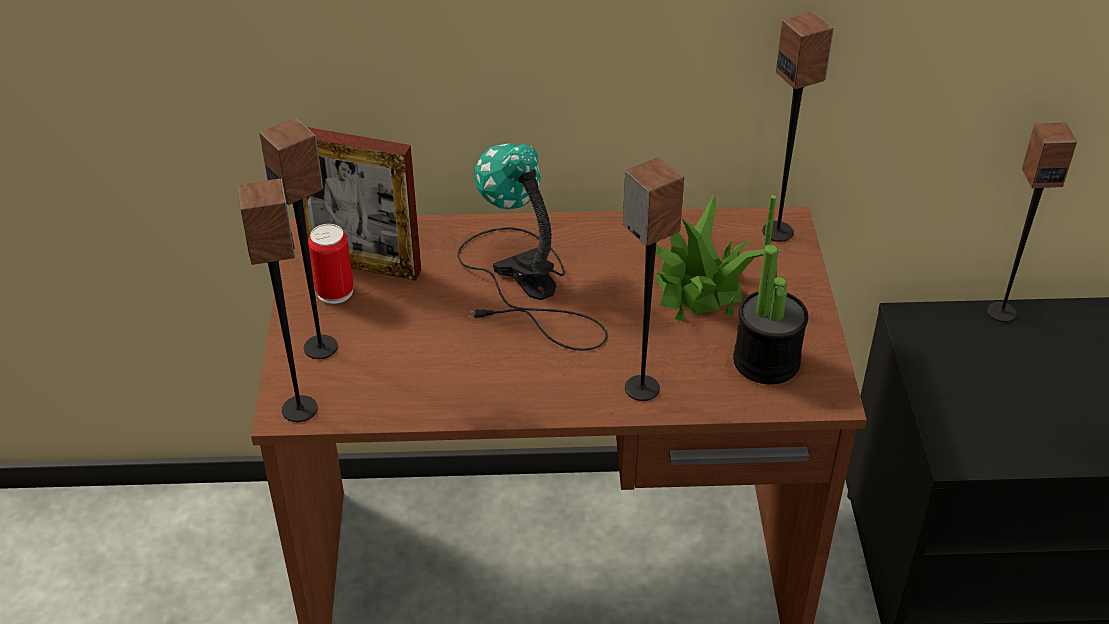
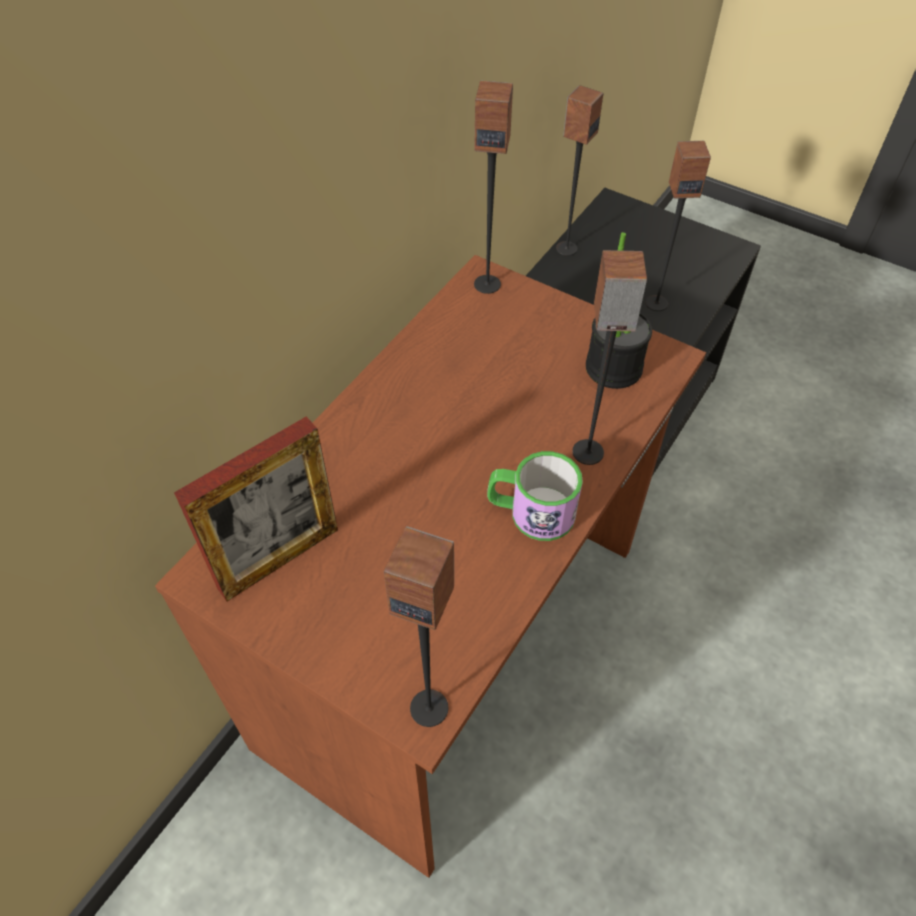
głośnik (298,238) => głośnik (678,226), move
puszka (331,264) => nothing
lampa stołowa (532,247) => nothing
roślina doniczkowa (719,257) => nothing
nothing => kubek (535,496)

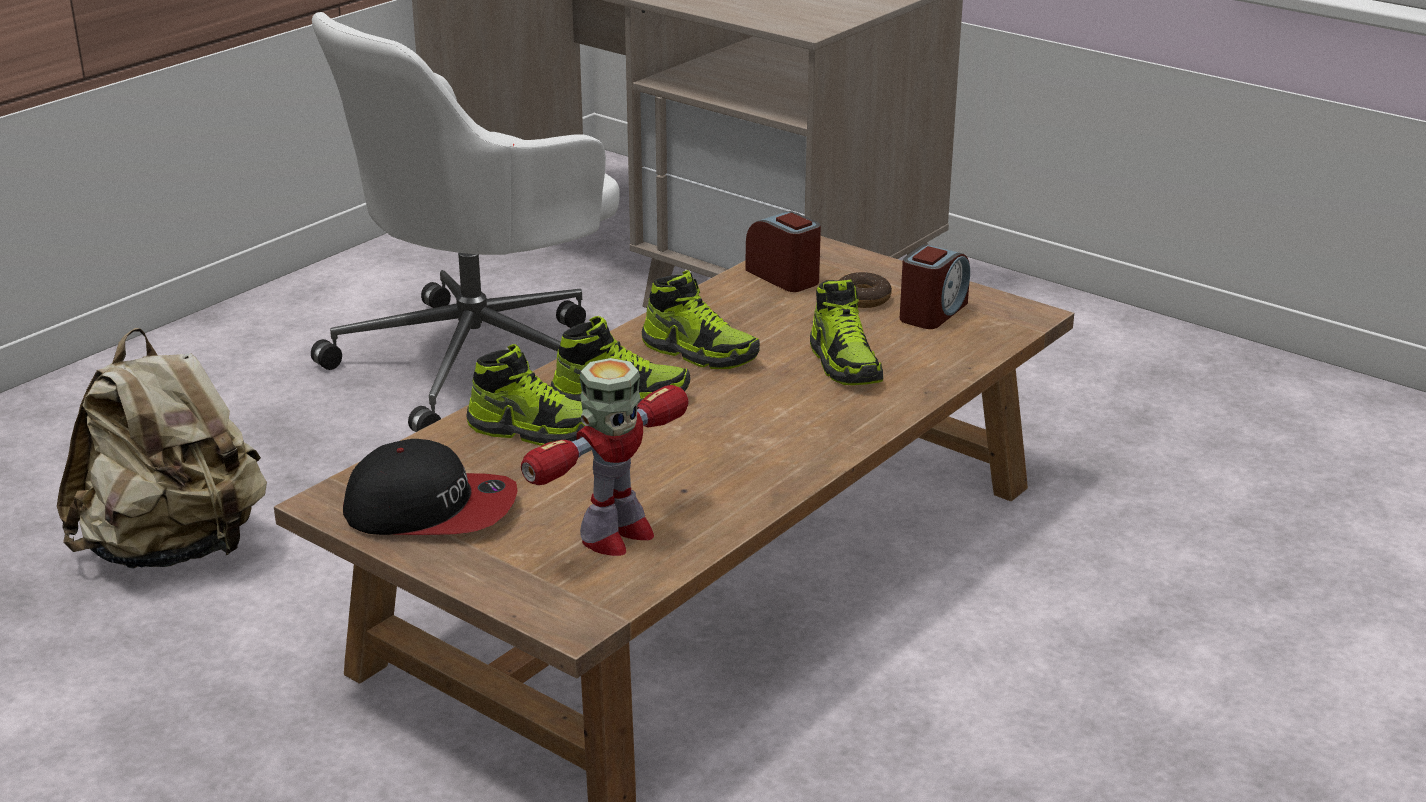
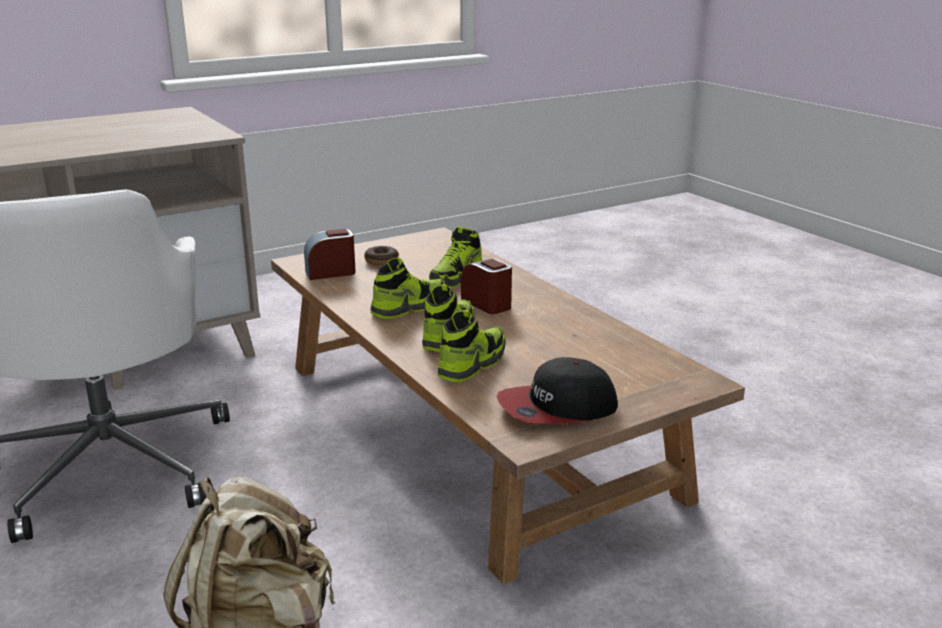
czapka z daszkiem (430,487) => czapka z daszkiem (557,390), 135 degrees counterclockwise
robot zabawkowy (604,457) => nothing
but (846,332) => but (455,257), 120 degrees clockwise
budzik (935,286) => budzik (486,286), move

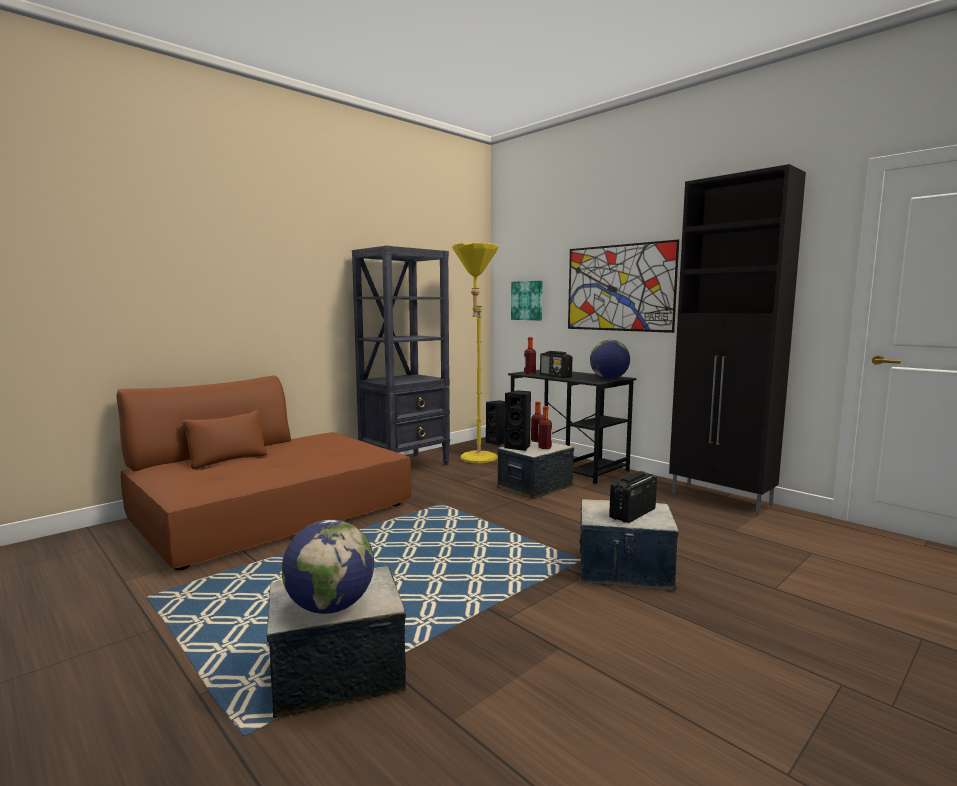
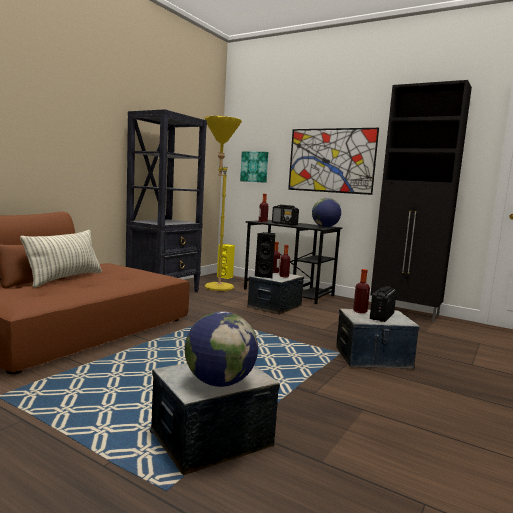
głośnik (czarny) (495,423) => głośnik (żółty) (226,261)
nothing => poduszka (61,259)
nothing => butelka (361,291)

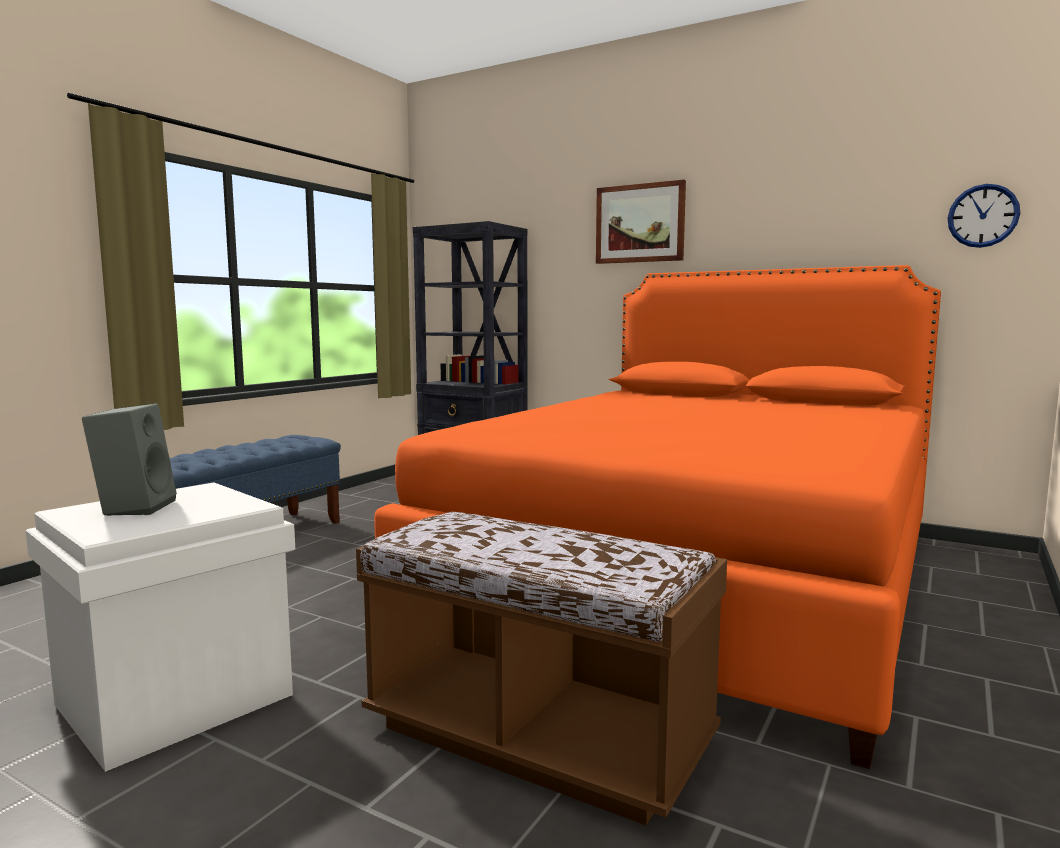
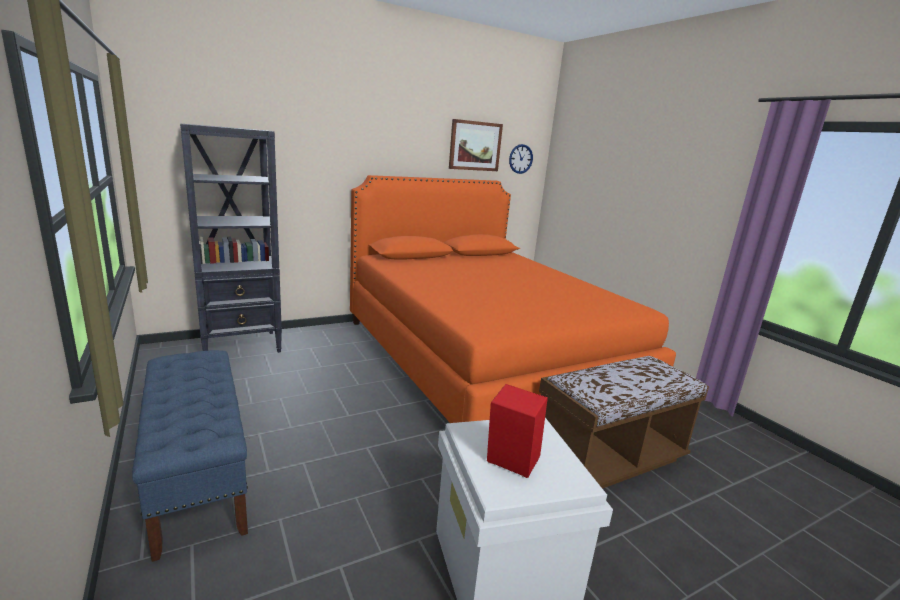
głośnik (szary) (129,460) => głośnik (czerwony) (517,431)
obraz (641,222) => obraz (476,145), move

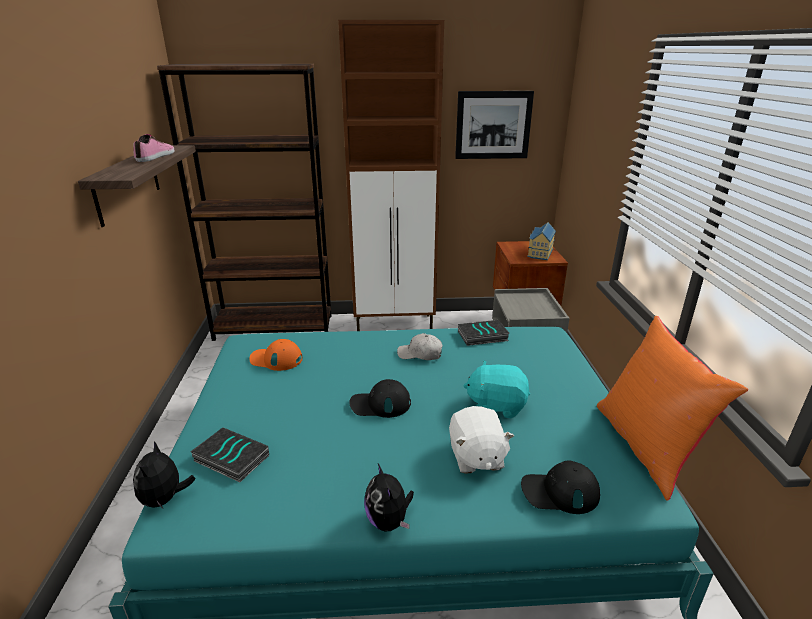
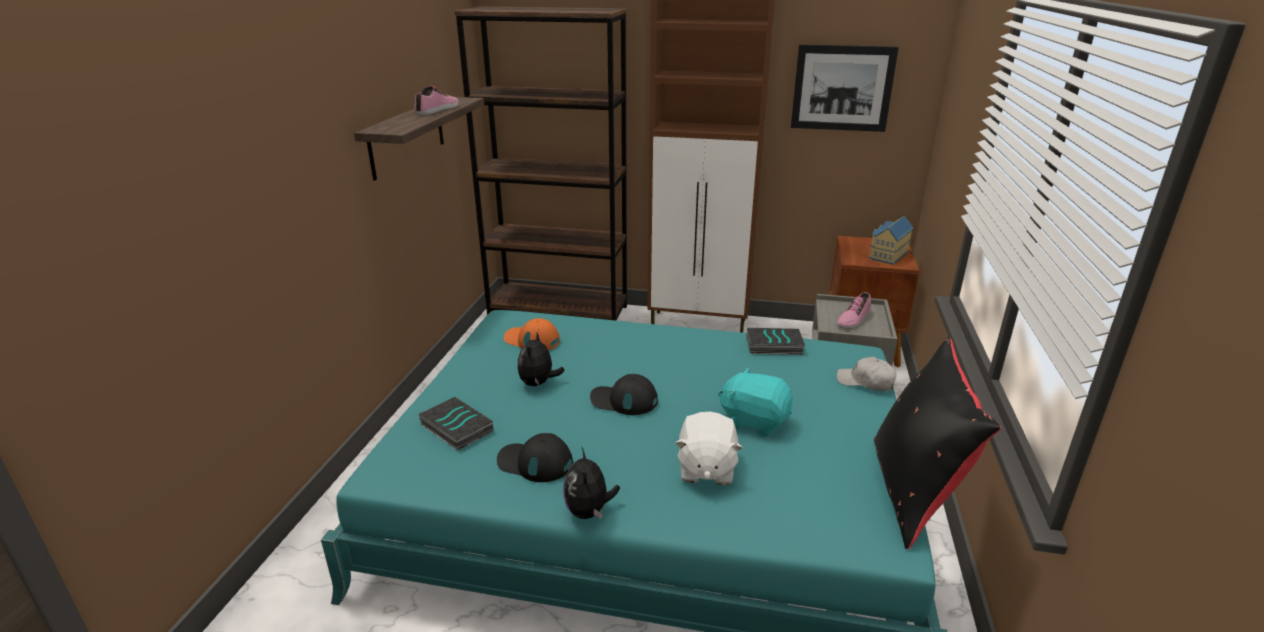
pluszak (164,474) => pluszak (541,359), move
czapka z daszkiem (biały) (419,346) => czapka z daszkiem (biały) (867,374), move
czapka z daszkiem (czarny) (560,487) => czapka z daszkiem (czarny) (535,457), move
poduszka (pomarańczowy) (672,408) => poduszka (czarny) (937,443)
nothing => but (853,310)

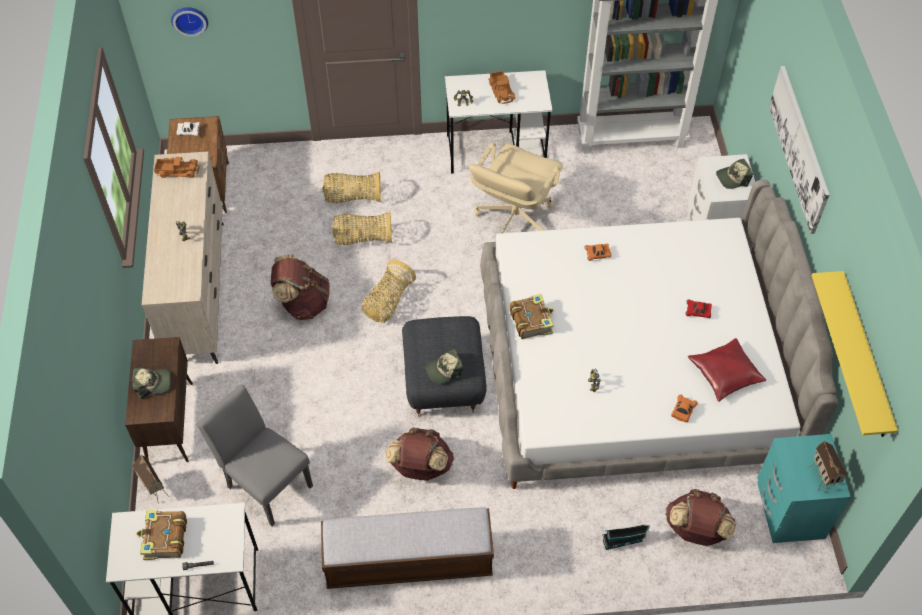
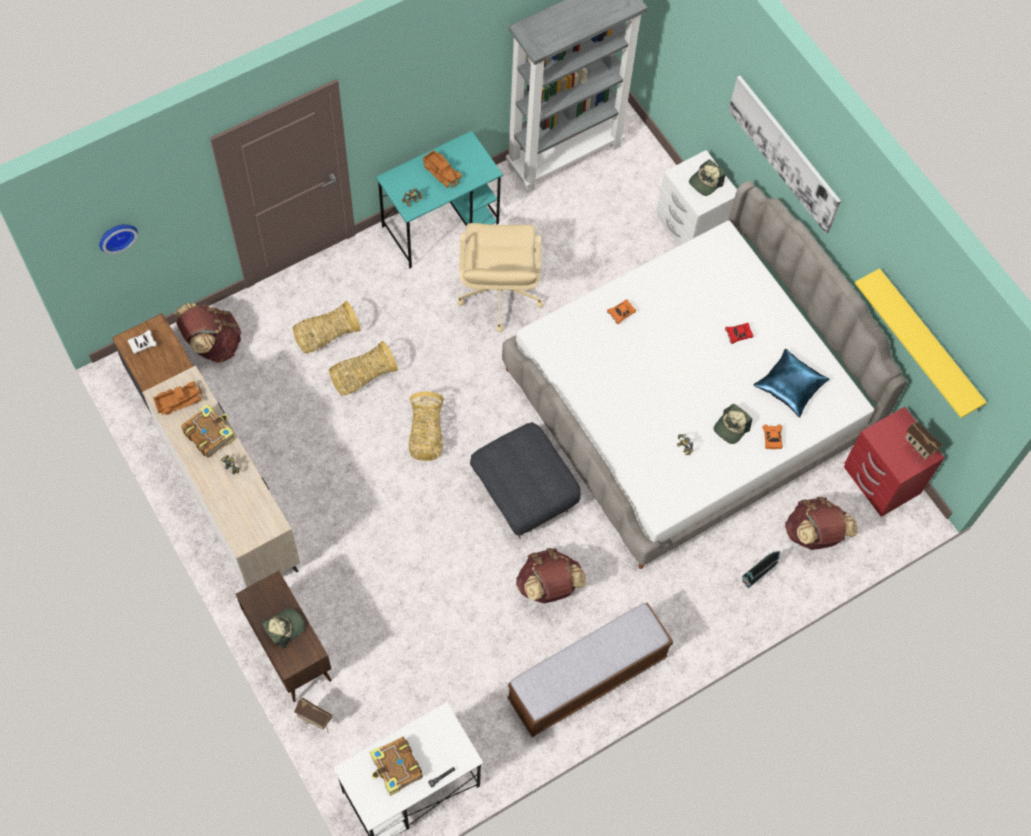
krzesło (szary) (255,455) => nothing
plecak (brązowy) (300,287) => plecak (brązowy) (207,333), move
czapka z daszkiem (444,366) => czapka z daszkiem (733,424), move
biurko (biały) (499,122) => biurko (turkusowy) (439,200)
książka (532,316) => książka (208,431), move
poduszka (czerwony) (727,370) => poduszka (niebieski) (791,383)
szafka nocna (turkusowy) (804,488) => szafka nocna (czerwony) (894,462)

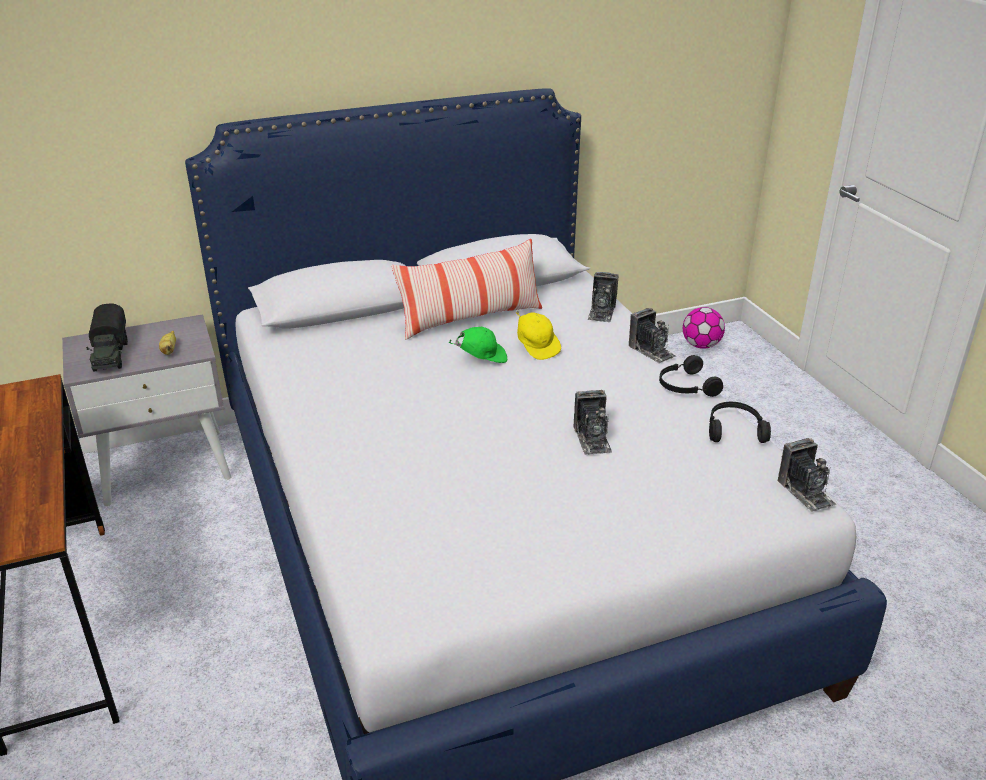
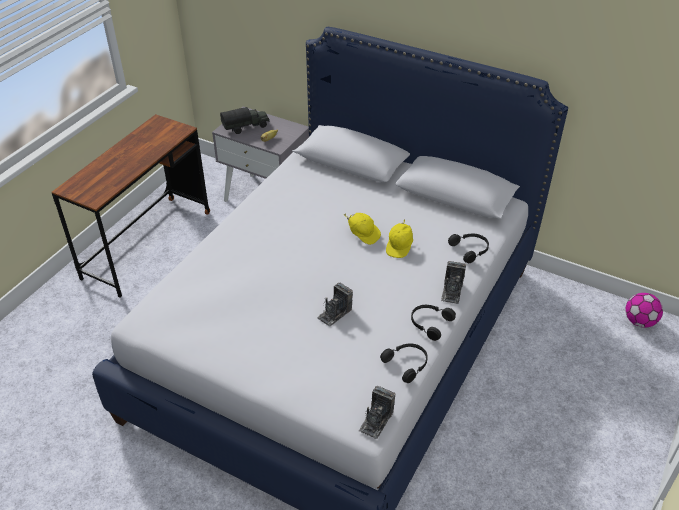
ciężarówka zabawkowa (107,337) => ciężarówka zabawkowa (244,120), 150 degrees counterclockwise
poduszka (466,289) => nothing
czapka z daszkiem (zielony) (477,345) => czapka z daszkiem (żółty) (362,229)
aparat fotograficzny (603,297) => słuchawki (czarny) (468,248)

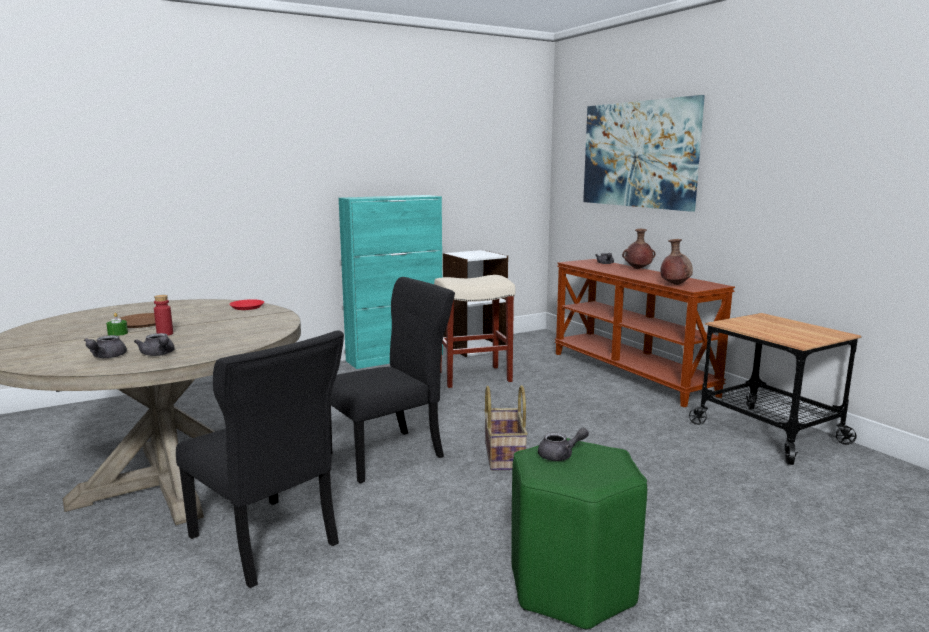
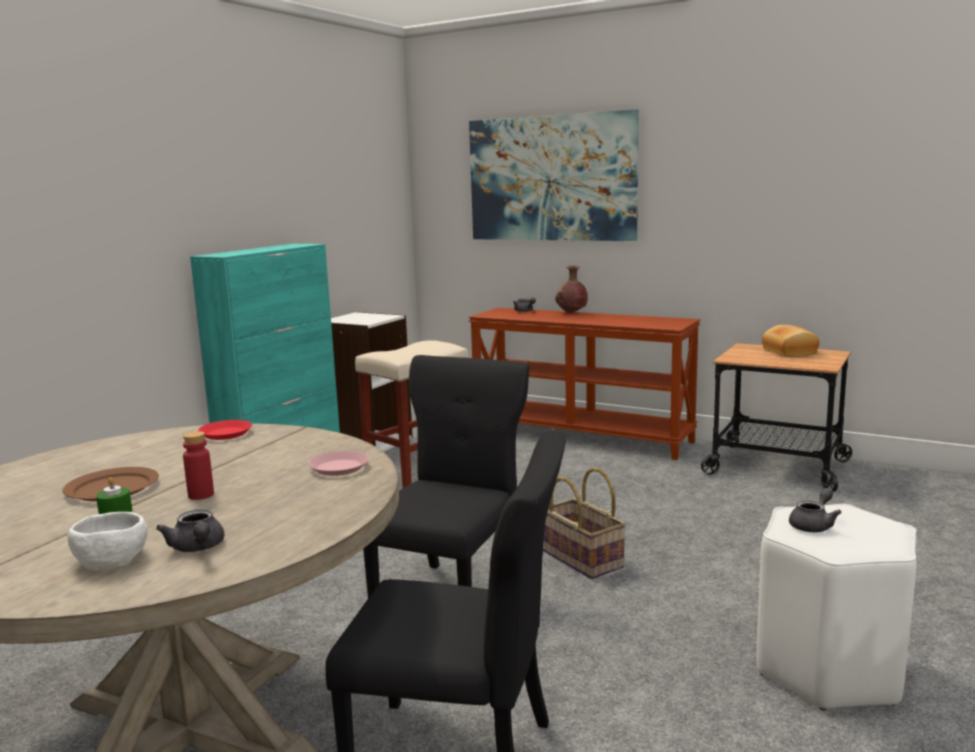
imbryk (szary) (154,344) => nothing
stołek (zielony) (579,534) => stołek (biały) (837,607)
wazon (brązowy) (676,262) => nothing
nothing => miska (biały) (107,541)
nothing => talerz (różowy) (338,463)
nothing => chleb (791,341)

